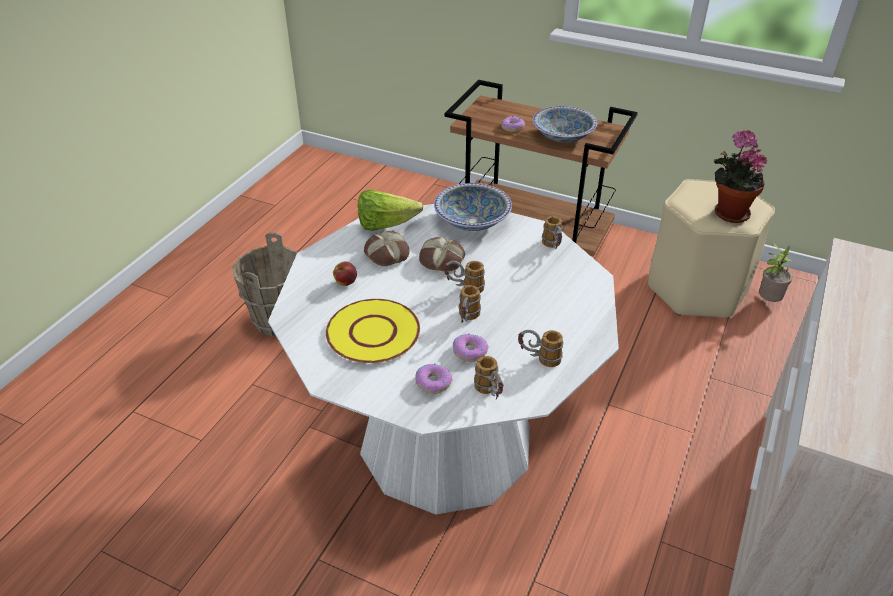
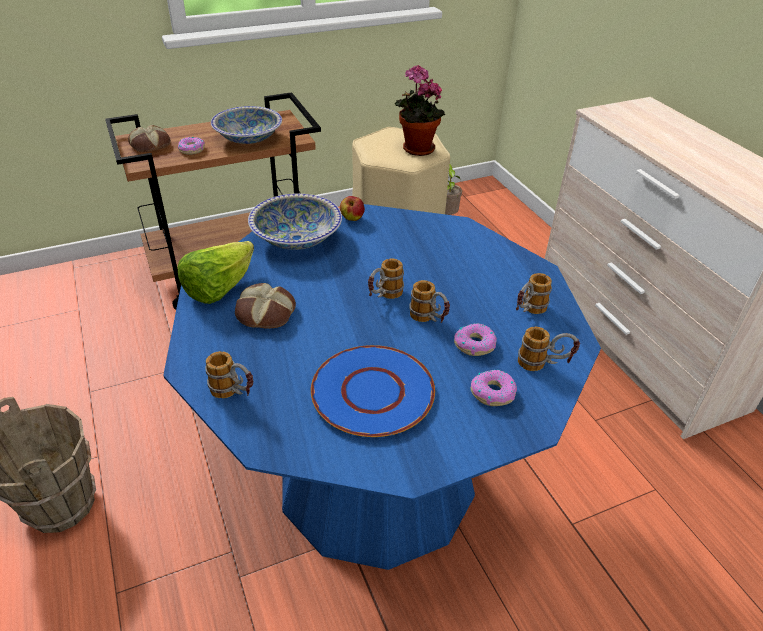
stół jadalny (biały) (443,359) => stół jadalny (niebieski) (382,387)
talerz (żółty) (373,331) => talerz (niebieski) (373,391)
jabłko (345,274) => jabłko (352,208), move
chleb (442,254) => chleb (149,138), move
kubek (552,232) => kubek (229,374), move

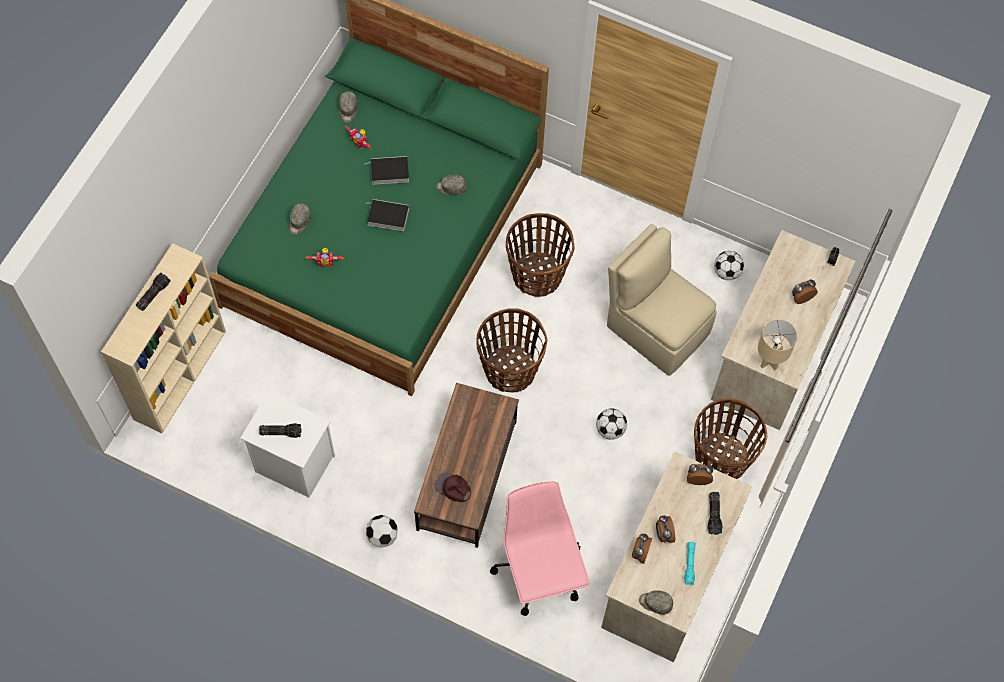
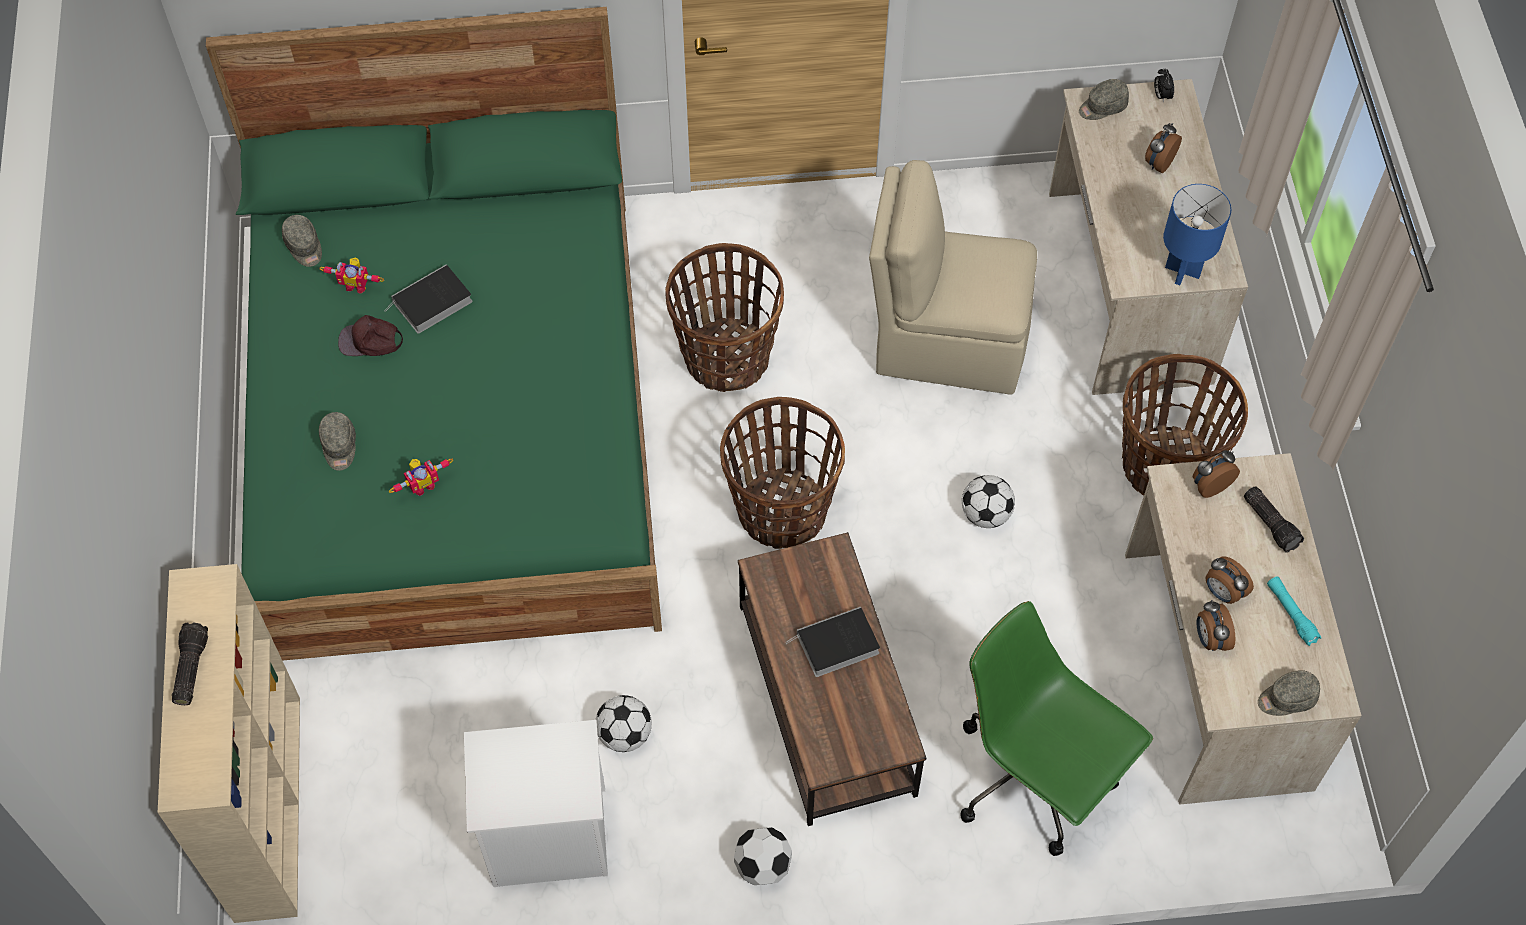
latarka (280,430) => nothing
książka (387,215) => książka (832,642), move
czapka z daszkiem (brązowy) (453,487) => czapka z daszkiem (brązowy) (370,335), move
czapka z daszkiem (szary) (451,185) => czapka z daszkiem (szary) (1104,99), move
krzesło biurowe (różowy) (540,548) => krzesło biurowe (zielony) (1057,728)
piłka futbolowa (729,265) => piłka futbolowa (624,723), move
lampa stołowa (beżowy) (777,344) => lampa stołowa (niebieski) (1197,234)

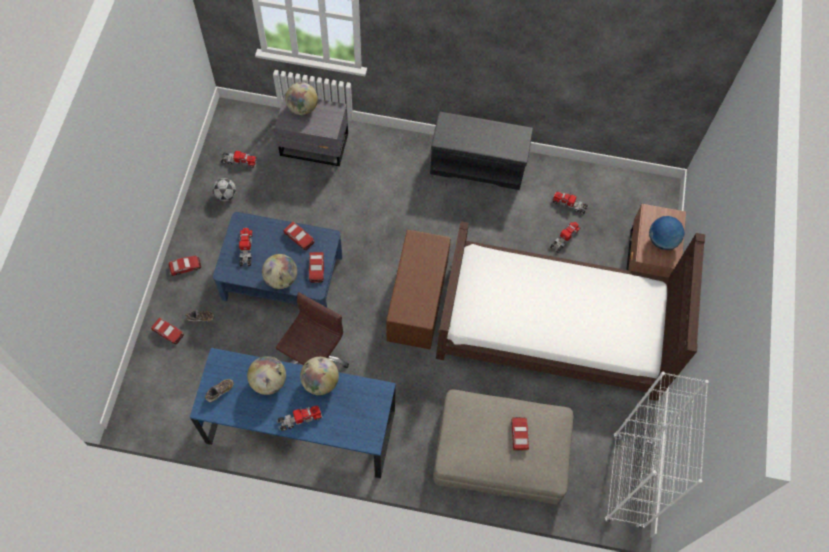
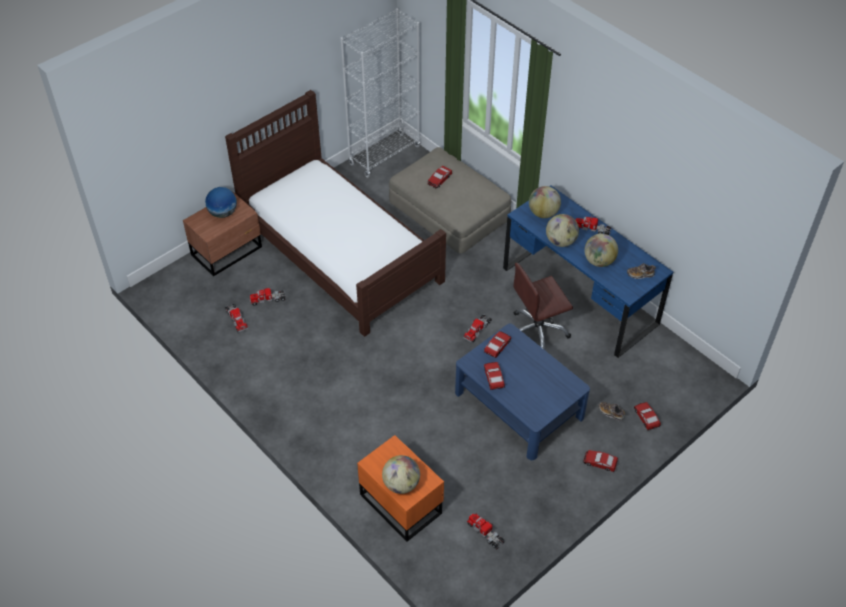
piłka futbolowa (224,189) => nothing
ciężarówka zabawkowa (246,247) => ciężarówka zabawkowa (477,329), move
globus (279,271) => globus (545,202), move
szafka nocna (szary) (311,129) => szafka nocna (pomarańczowy) (400,488)
ławka (brązowy) (418,290) => nothing
ławka (szary) (481,151) => nothing

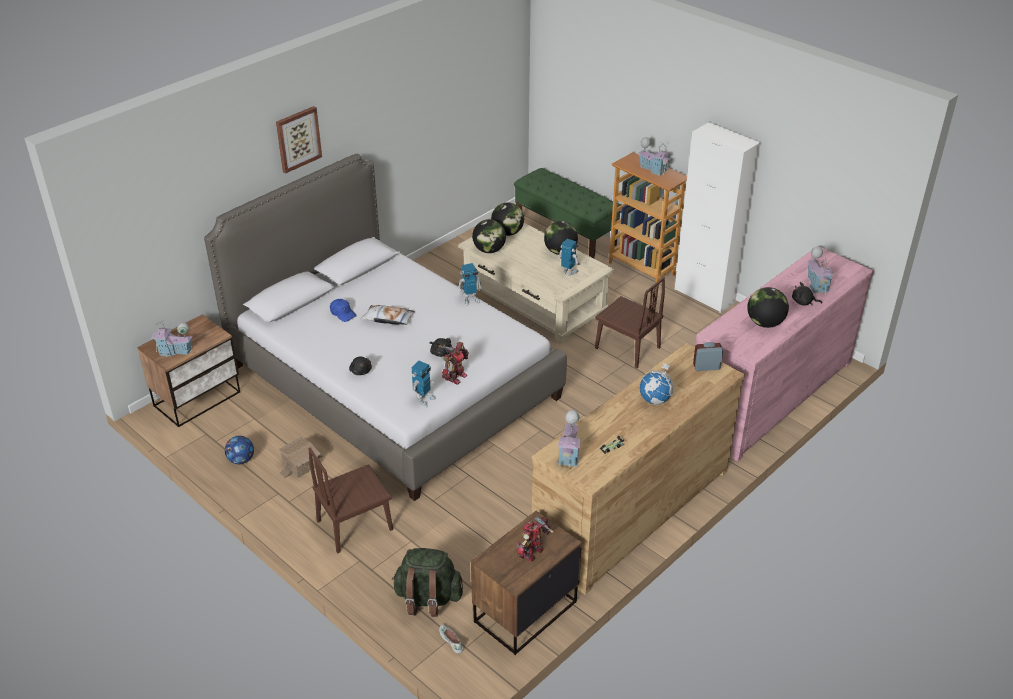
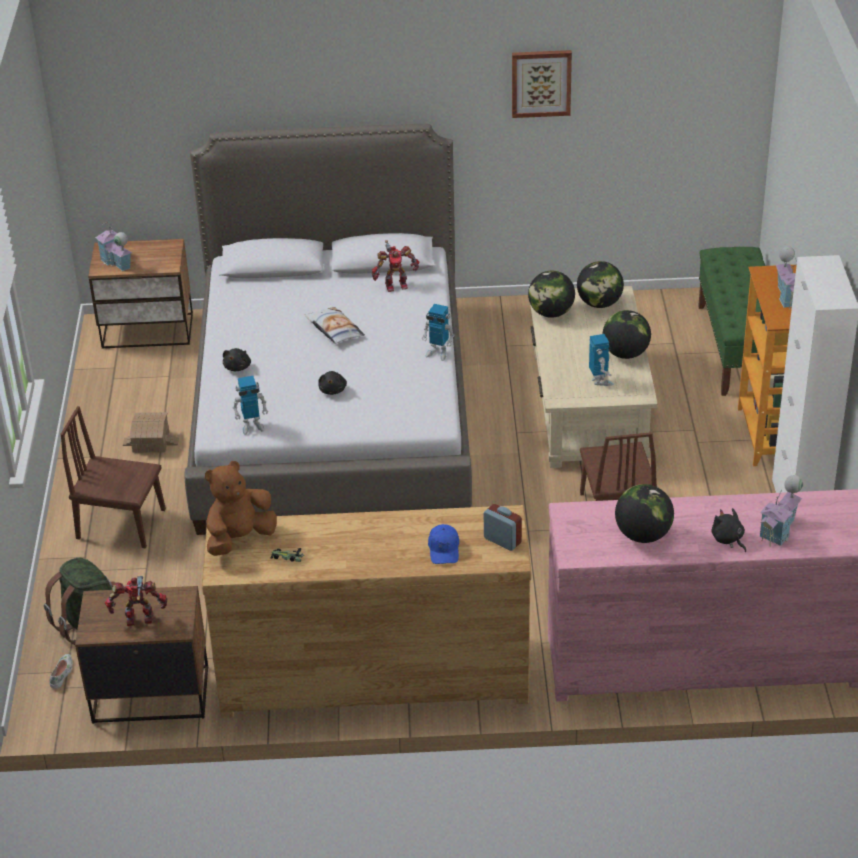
piłka futbolowa (239,450) => nothing
obraz (299,139) => obraz (542,84), move
czapka z daszkiem (niebieski) (343,310) => czapka z daszkiem (niebieski) (443,544), move
robot zabawkowy (453,363) => robot zabawkowy (396,266), move
domek (569,440) => pluszak (brązowy) (241,508)
globus (657,384) => nothing

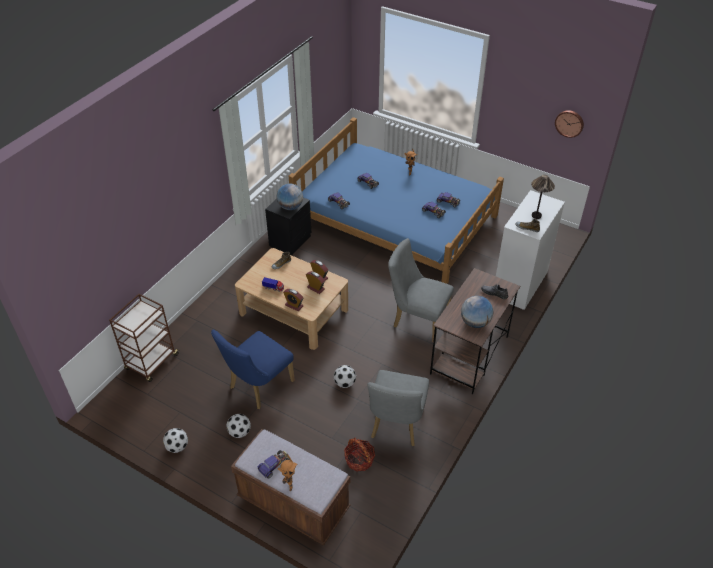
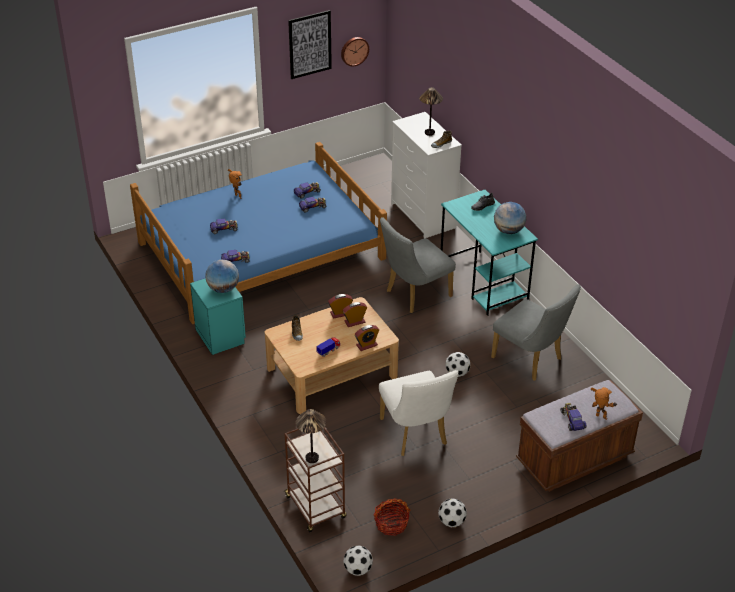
krzesło (niebieski) (253,369) => krzesło (biały) (418,413)
piłka futbolowa (238,426) => piłka futbolowa (358,561), move
szafka nocna (czarny) (288,226) => szafka nocna (turkusowy) (218,316)
koszyk (359,455) => koszyk (392,517), move
biurko (brązowy) (475,331) => biurko (turkusowy) (489,253)
nothing => obraz (310,44)
nothing => lampa stołowa (310,436)

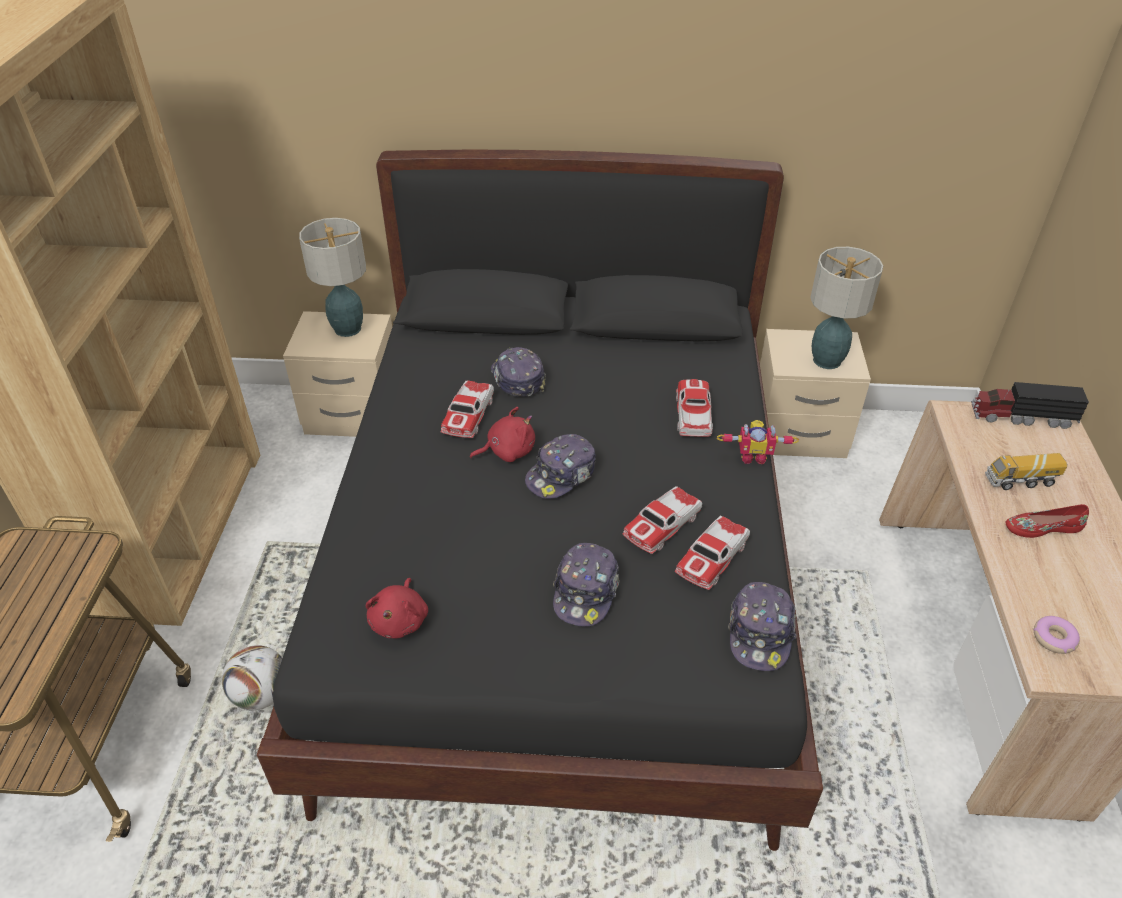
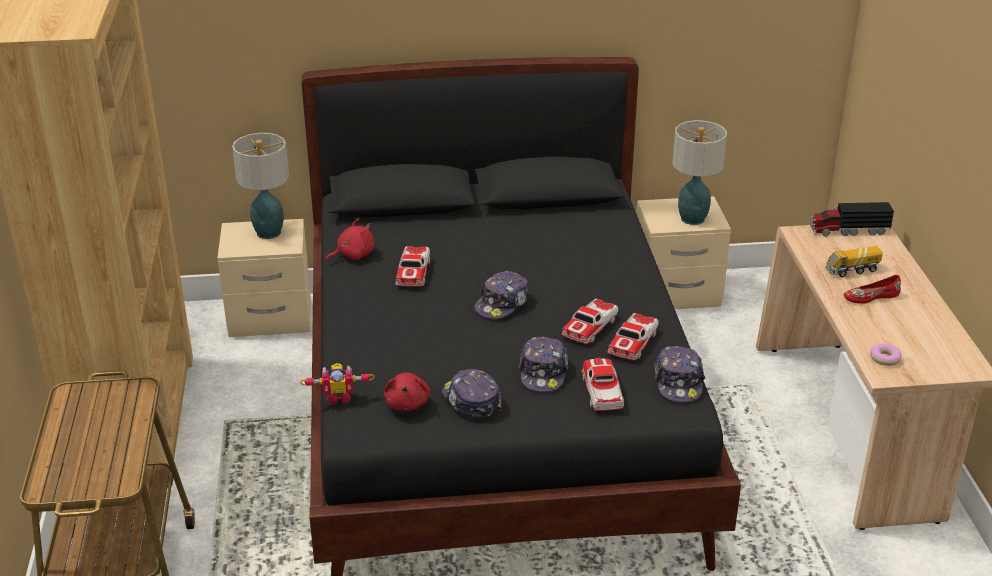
piłka futbolowa (252,677) => nothing
pluszak (czerwony) (502,434) => pluszak (czerwony) (349,239), move
czapka z daszkiem (518,372) => czapka z daszkiem (472,393), move
samochodzik (694,408) => samochodzik (603,384), move
robot zabawkowy (758,442) => robot zabawkowy (337,383), move

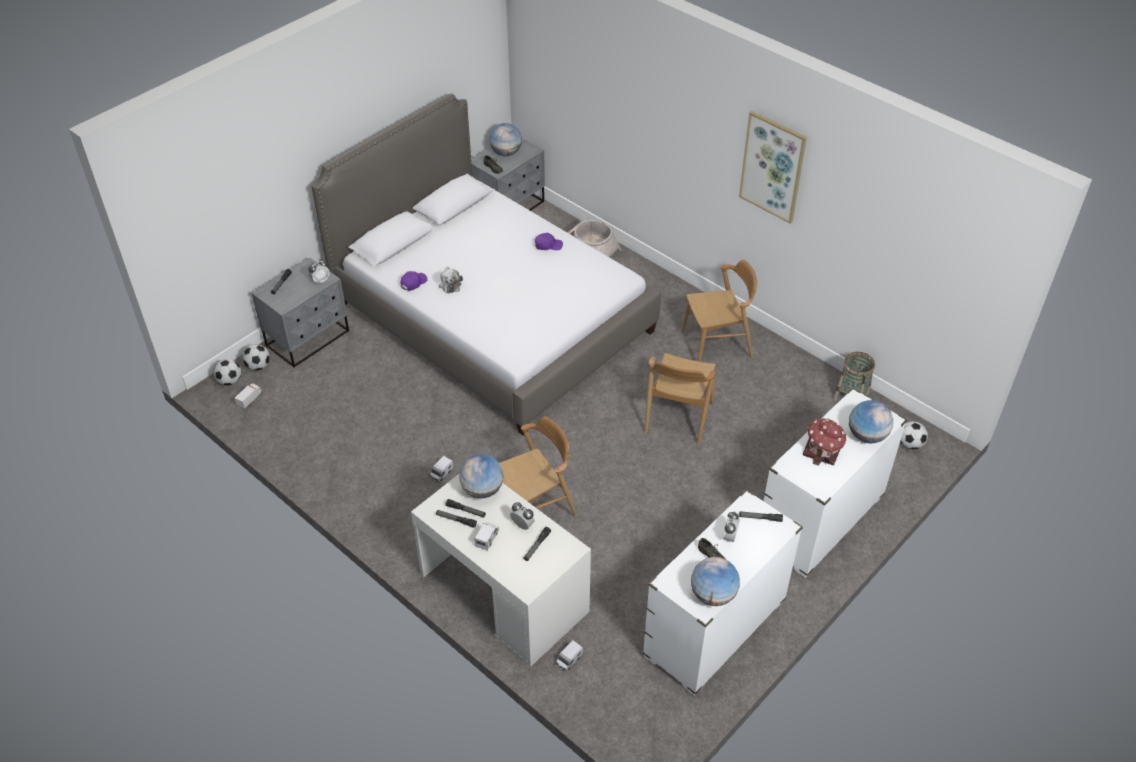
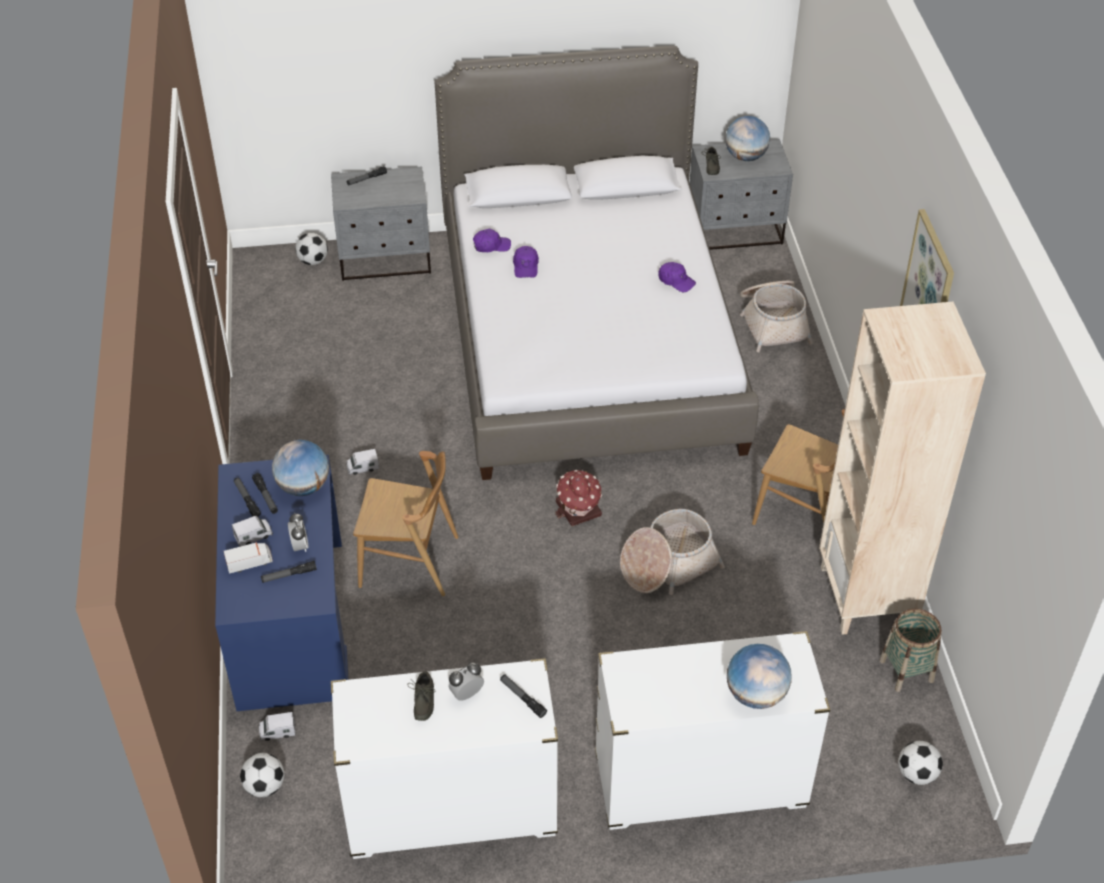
piłka futbolowa (227,372) => piłka futbolowa (262,775), move
ciężarówka zabawkowa (248,396) => ciężarówka zabawkowa (248,558), move
budzik (319,271) => nothing
biurko (biały) (501,570) => biurko (niebieski) (281,583)
pluszak (451,280) => czapka z daszkiem (fioletowy) (526,262)
krzesło (brązowy) (680,399) => koszyk (672,552)
globus (715,581) => nothing
domek (825,442) => domek (578,498), move
nothing => regał (beżowy) (902,468)

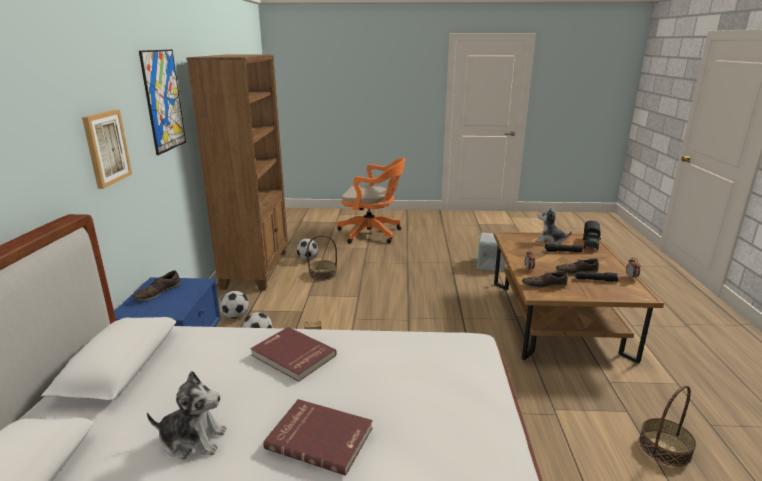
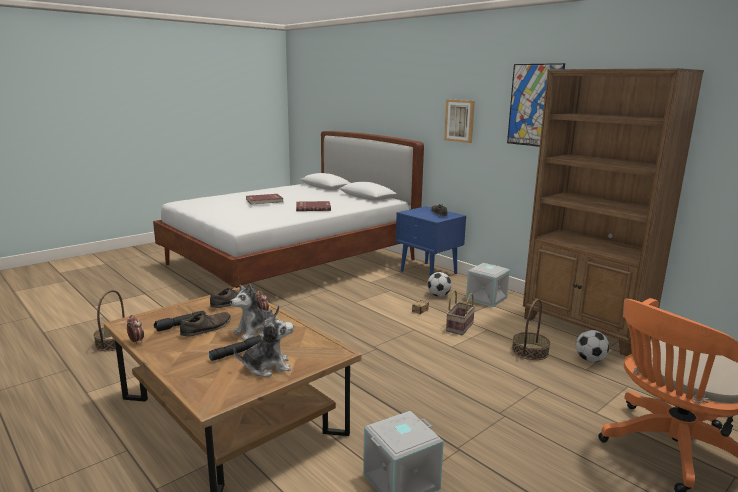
pluszak (187,415) => pluszak (254,312), move
piłka futbolowa (234,305) => pojemnik do przechowywania (szary) (488,285)
ciężarówka zabawkowa (592,235) => nothing
nothing => koszyk (460,312)

